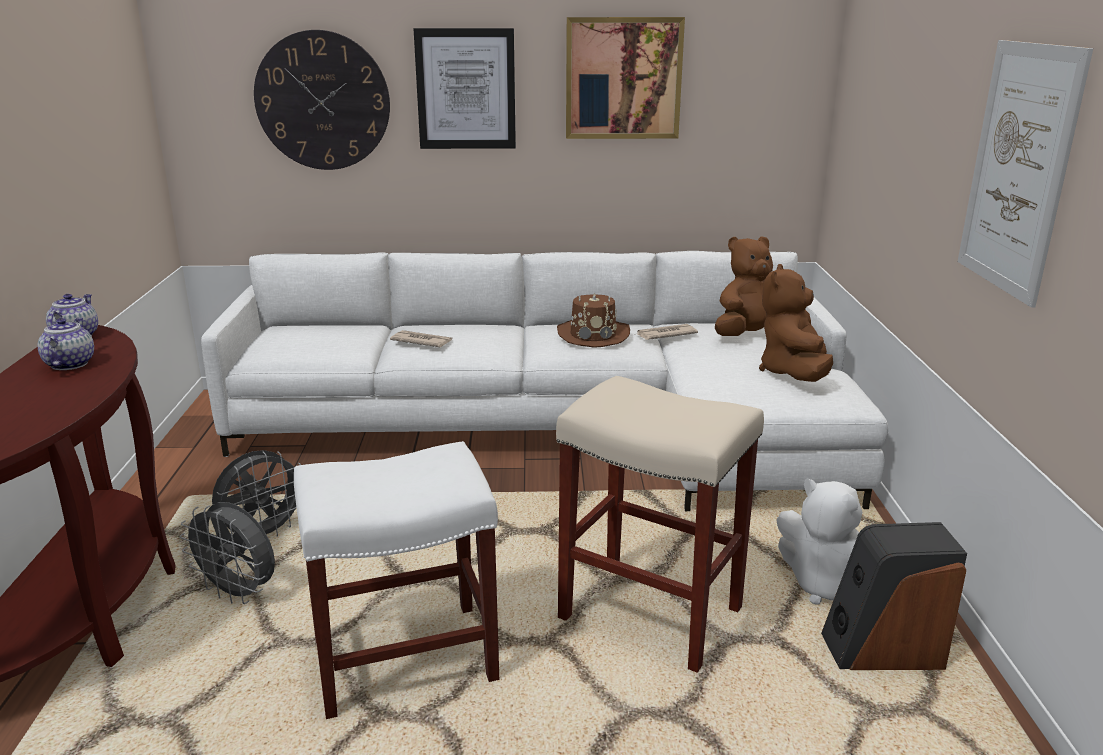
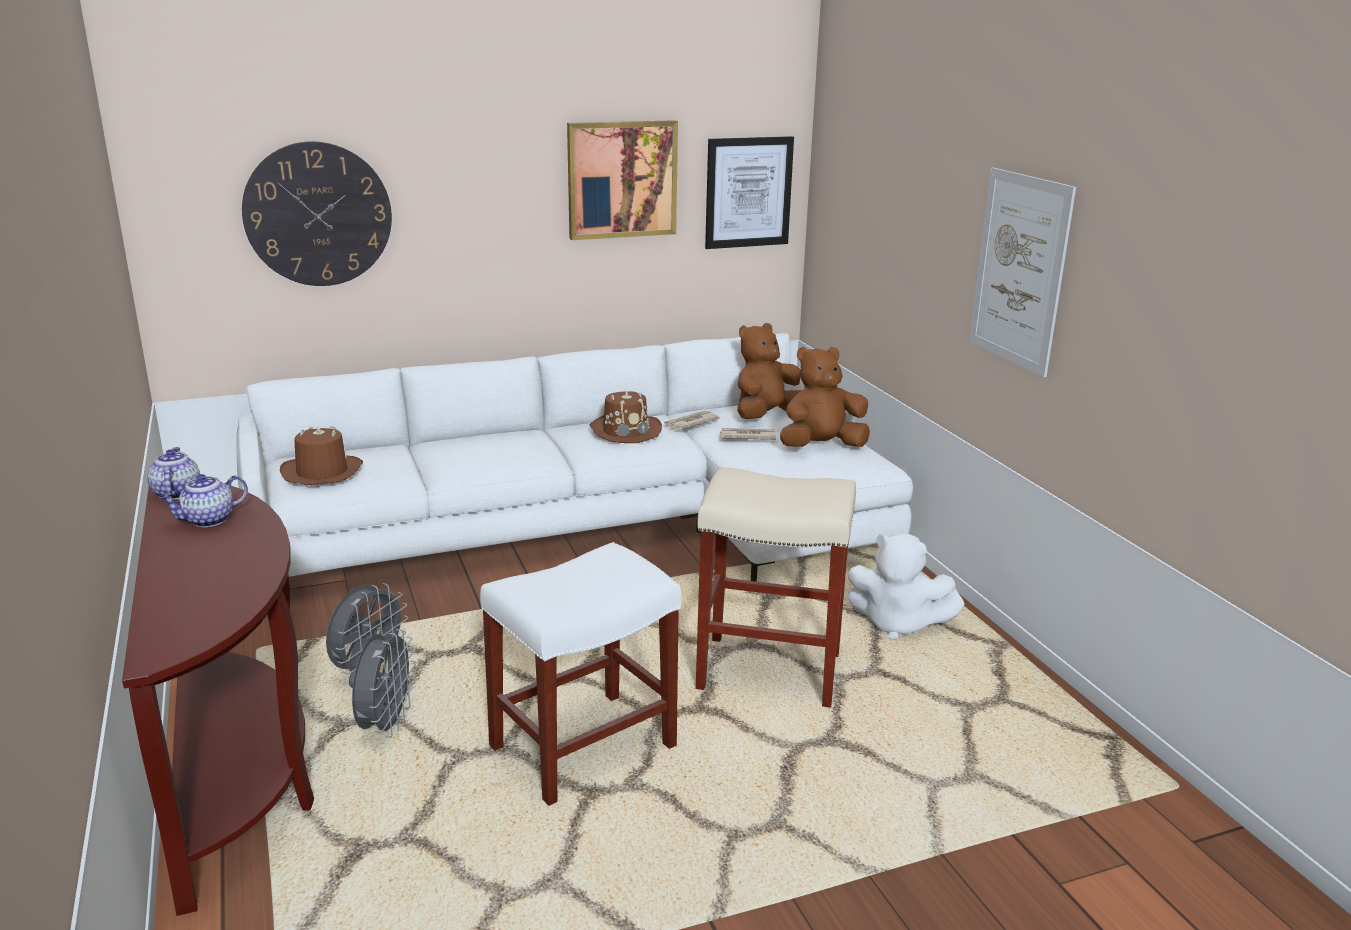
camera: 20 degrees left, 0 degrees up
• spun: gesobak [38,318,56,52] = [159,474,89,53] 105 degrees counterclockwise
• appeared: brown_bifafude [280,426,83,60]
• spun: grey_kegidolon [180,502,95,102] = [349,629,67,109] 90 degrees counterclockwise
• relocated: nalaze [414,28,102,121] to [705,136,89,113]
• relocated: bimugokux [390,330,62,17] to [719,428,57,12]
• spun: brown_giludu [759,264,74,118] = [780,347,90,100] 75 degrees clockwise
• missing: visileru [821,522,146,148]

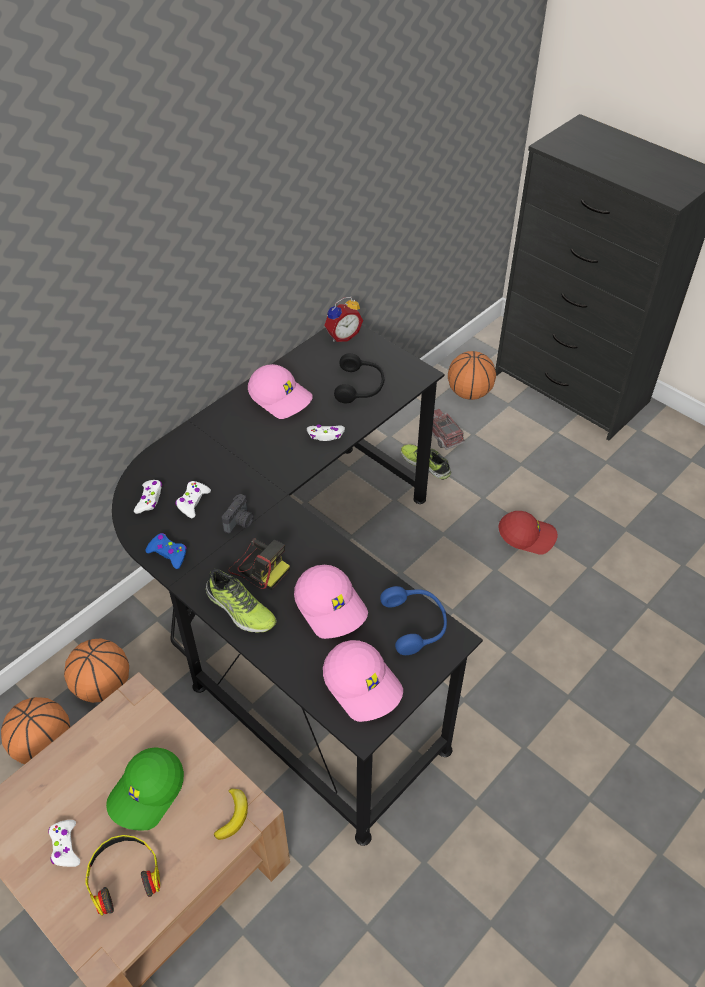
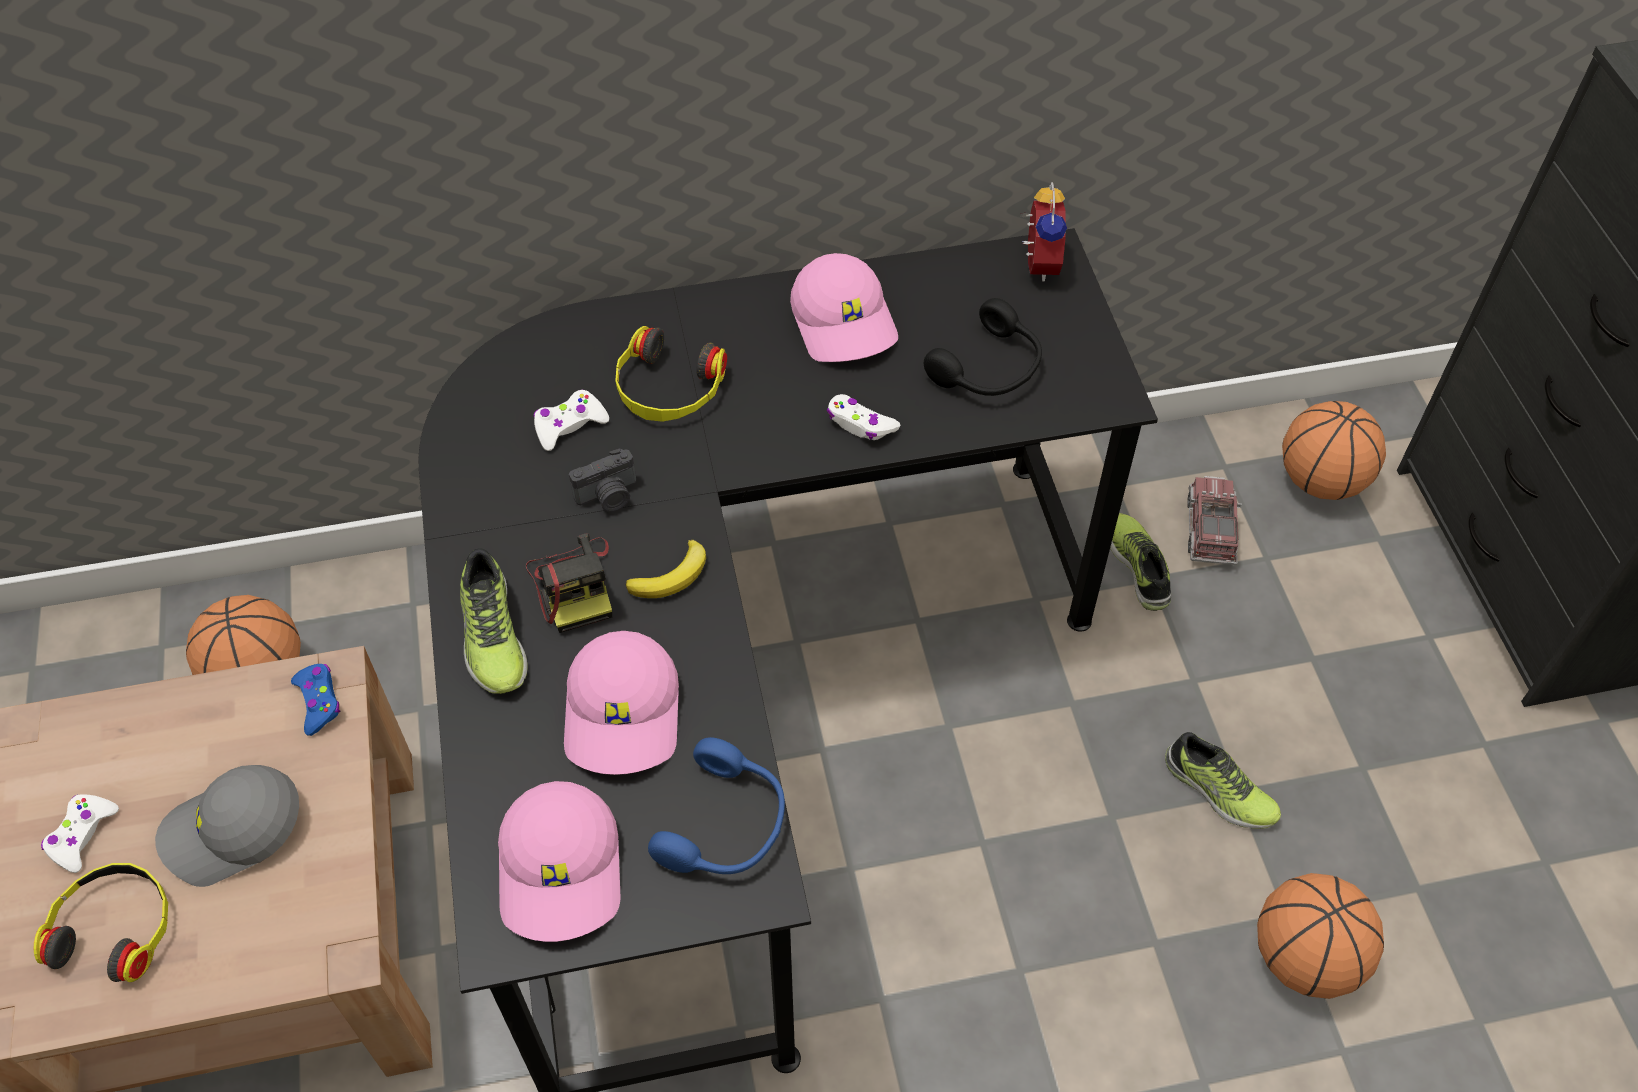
camera: 35 degrees right, 5 degrees up
• colour: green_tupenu [106,747,78,84] to grey_tupenu [155,765,144,122]
• relocated: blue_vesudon [145,533,42,36] to [291,664,49,72]
• appeared: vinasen [616,326,111,96]
• relocated: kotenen [214,789,34,51] to [626,540,80,58]
• spun: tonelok [324,297,39,45] = [1021,182,46,100] 90 degrees counterclockwise
• exchanged: red_tupenu [498,511,60,44] to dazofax [1165,732,116,97]
• relocated: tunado [64,638,65,65] to [1257,873,127,126]
• missing: white_vesudon [134,480,28,34]

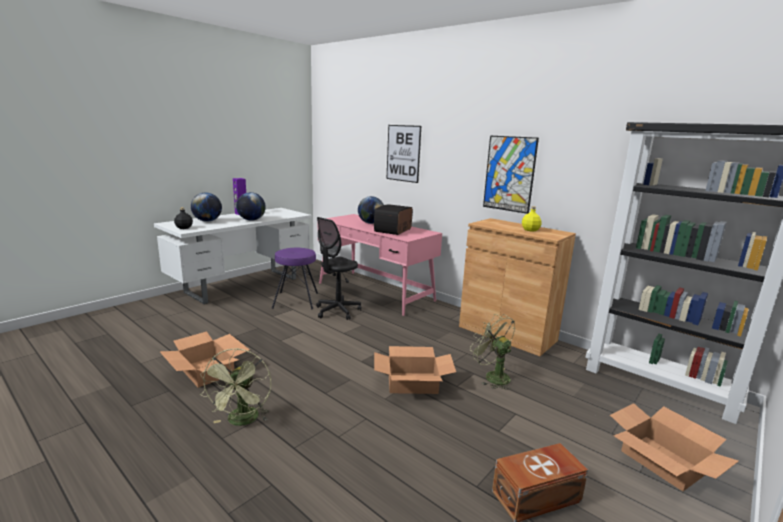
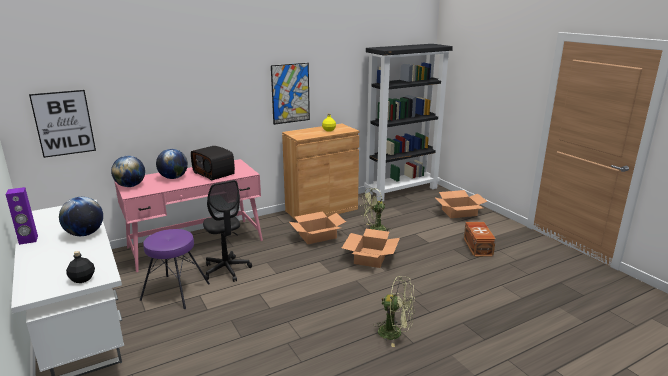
camera: 70 degrees left, 5 degrees up
• relocated: nalaze [387,125,34,58] to [29,90,67,68]
• relocated: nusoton [191,193,31,29] to [111,156,34,31]
• relocated: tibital [159,331,91,57] to [289,211,57,33]

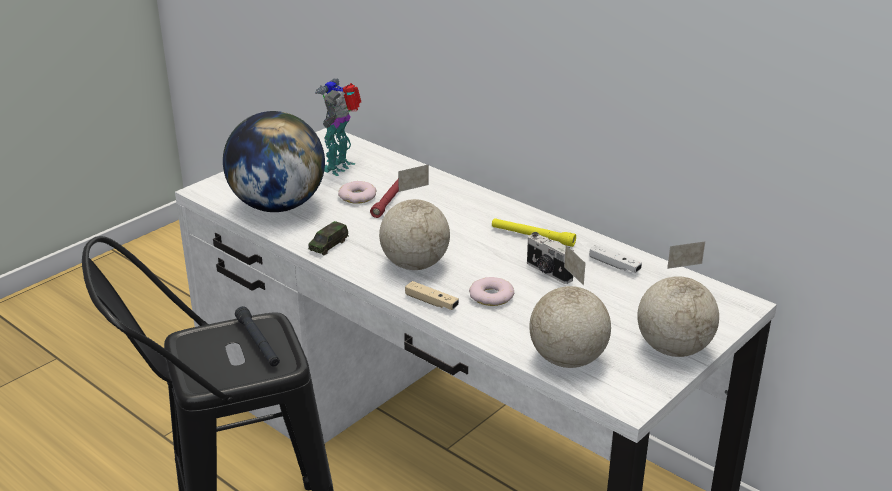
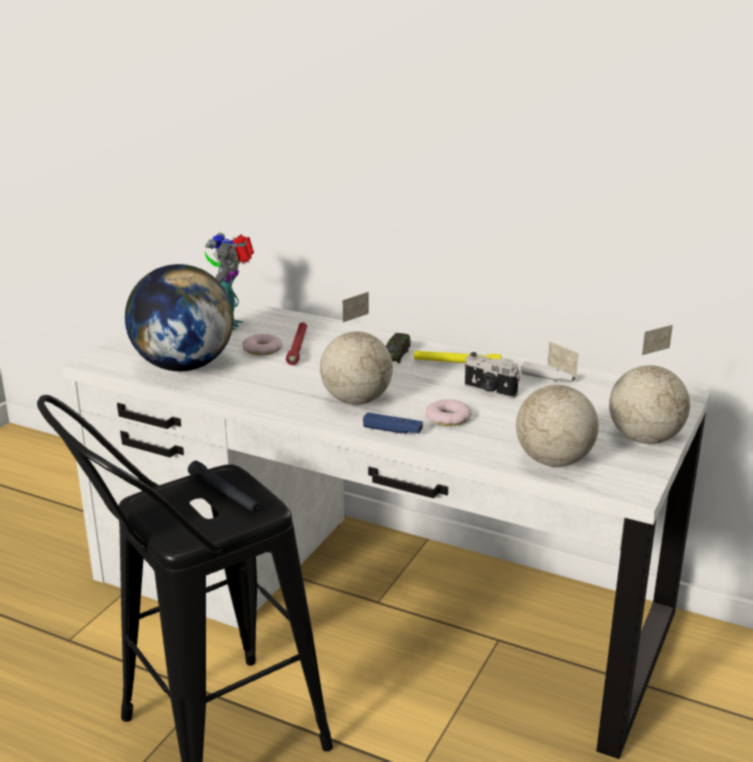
camera: 15 degrees left, 5 degrees down
• colour: beige_vesudon [405,281,54,29] to blue_vesudon [363,412,60,22]
• relocated: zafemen [308,221,41,34] to [386,333,25,30]

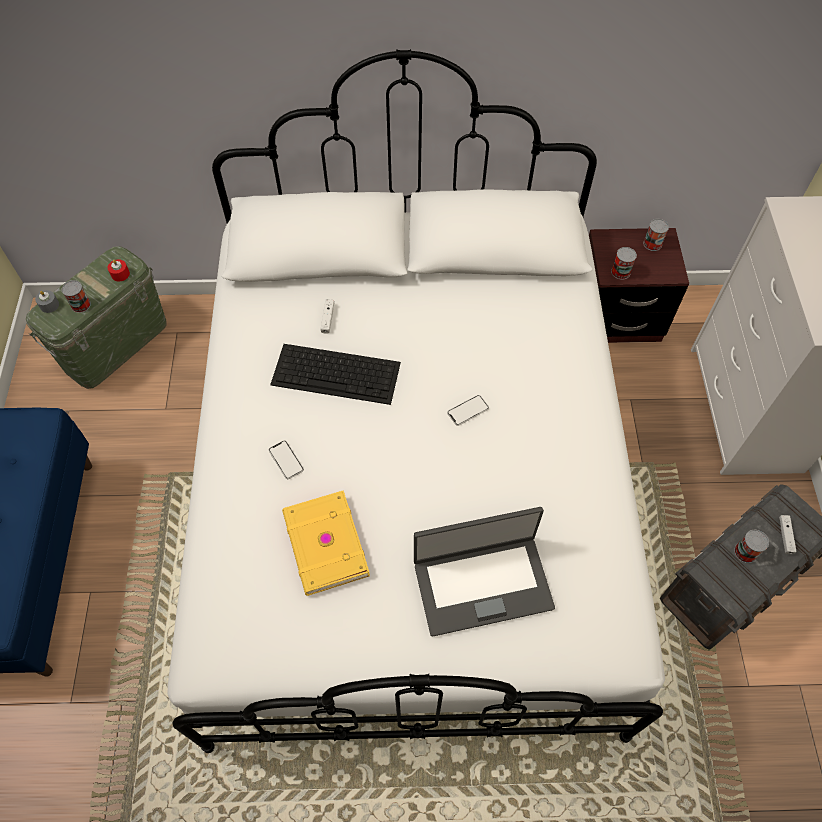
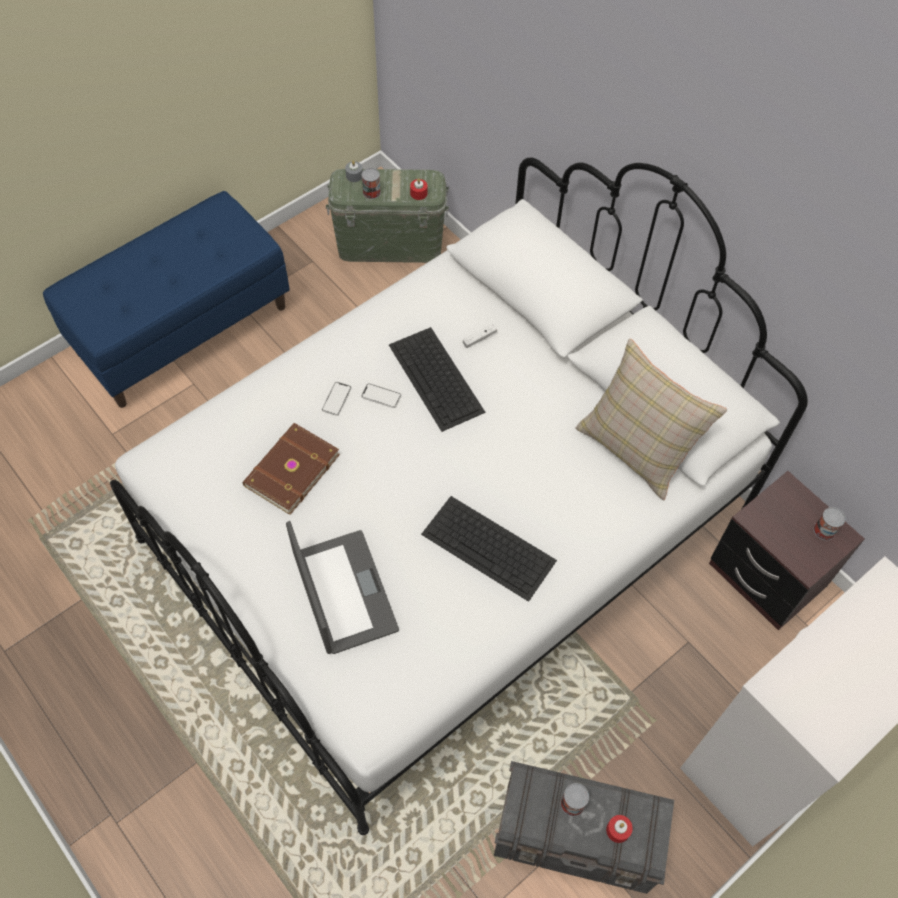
camera: 50 degrees right, 0 degrees up
• colour: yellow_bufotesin [282,490,88,106] to brown_bufotesin [242,423,98,92]
• spun: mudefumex [414,507,141,129] = [286,521,113,133] 150 degrees counterclockwise
• relocated: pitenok [447,395,42,31] to [361,383,40,25]
• appeared: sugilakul [421,496,136,106]
• appeared: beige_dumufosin [576,339,151,161]
• exchanged: white_vesudon [779,515,18,39] to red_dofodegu [606,815,27,28]
• missing: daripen [611,247,26,33]

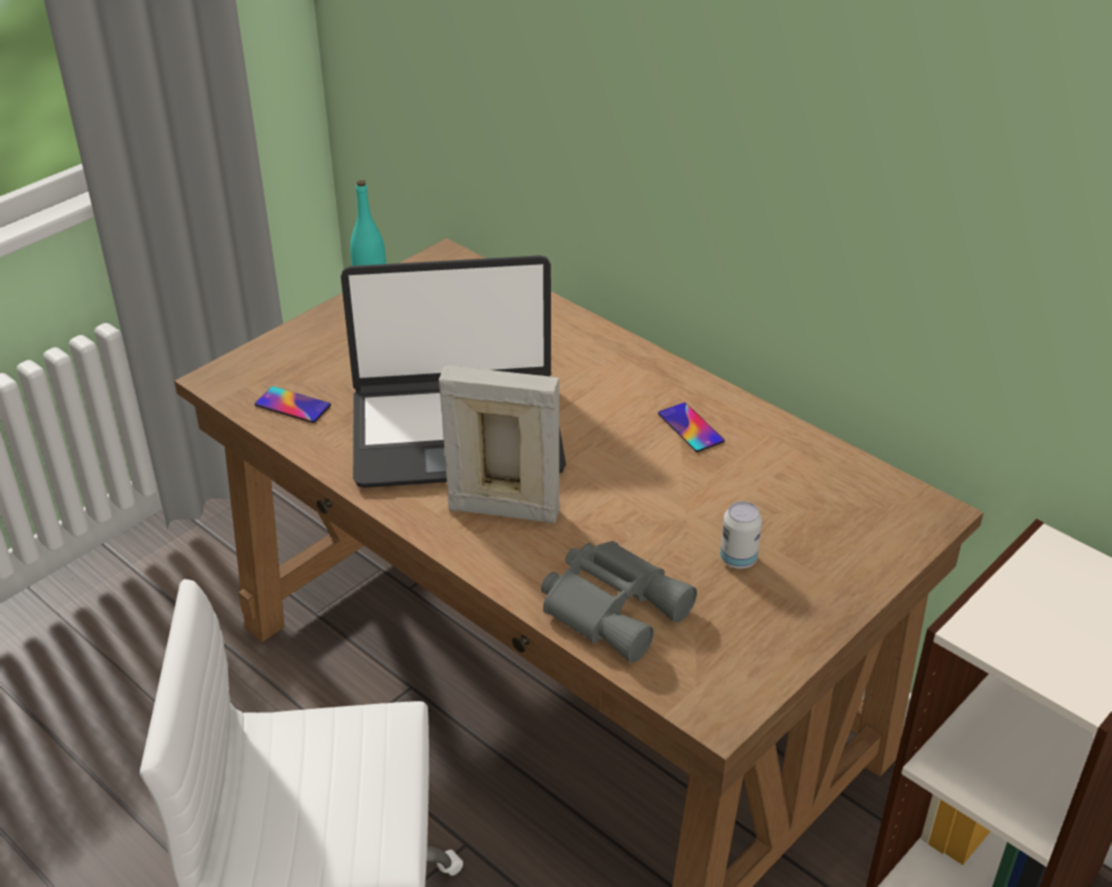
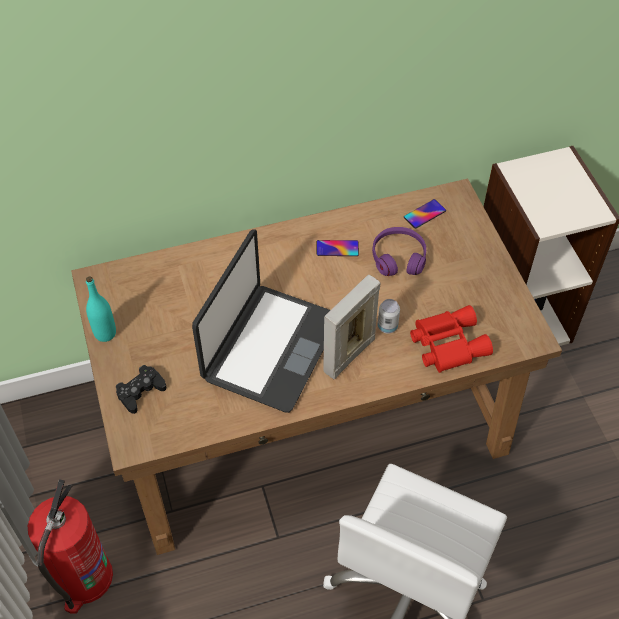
camera: 60 degrees left, 15 degrees up
• appeared: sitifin [28,479,85,135]
• appeared: black_vesudon [116,365,50,49]
• appeared: purple_vinasen [372,227,54,49]
• relocated: daripen [720,501,42,68] to [378,299,22,35]
• relocated: pitenok [255,386,76,37] to [404,199,42,30]
• colour: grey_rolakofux [541,541,156,122] to red_rolakofux [410,305,83,68]

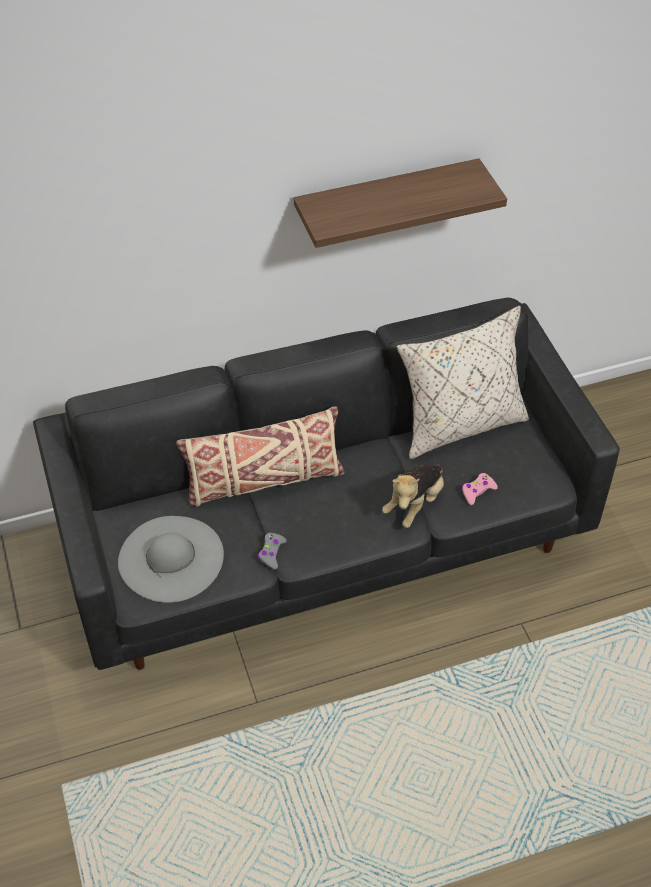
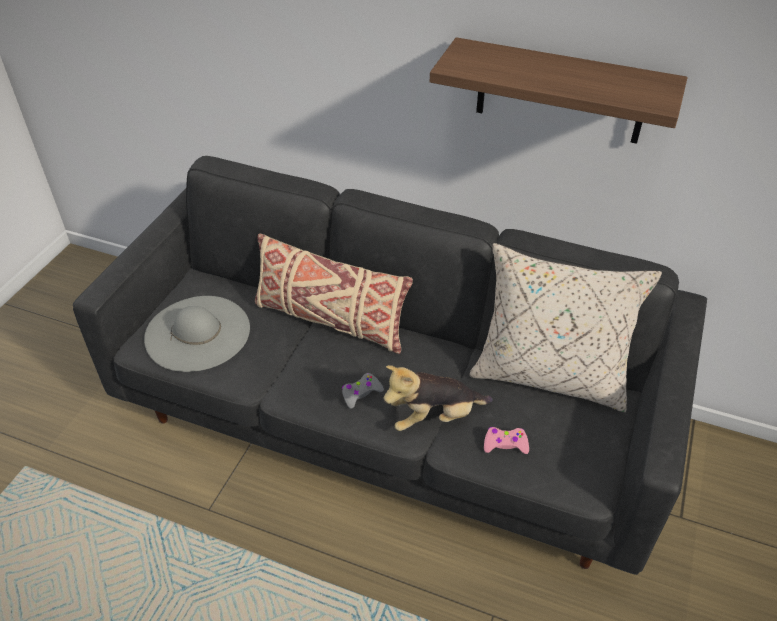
camera: 40 degrees right, 5 degrees down
• relocated: grey_vesudon [258,533,29,37] to [342,373,42,36]

